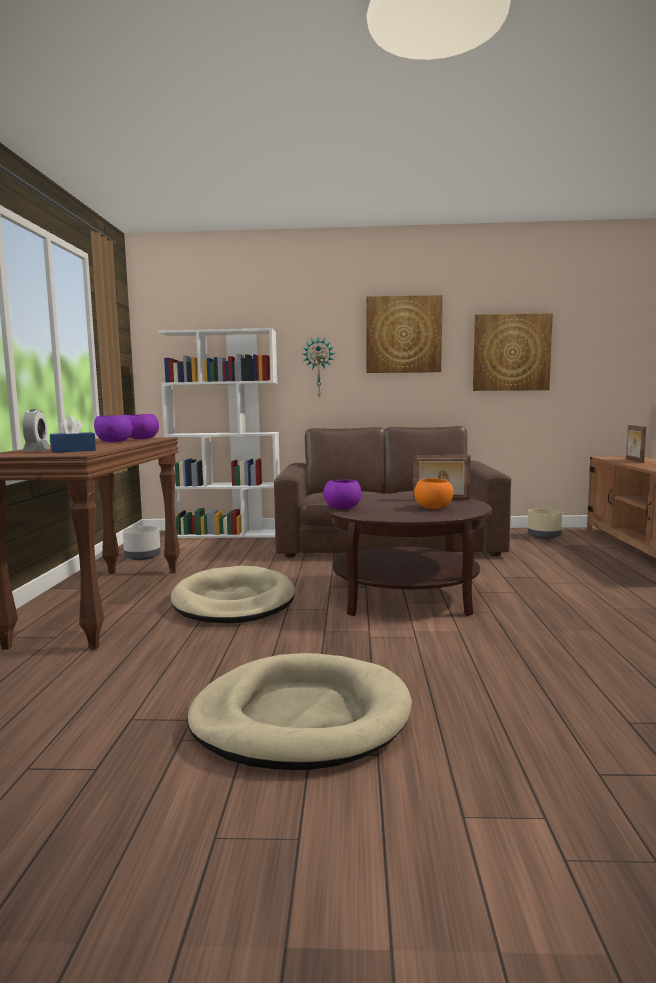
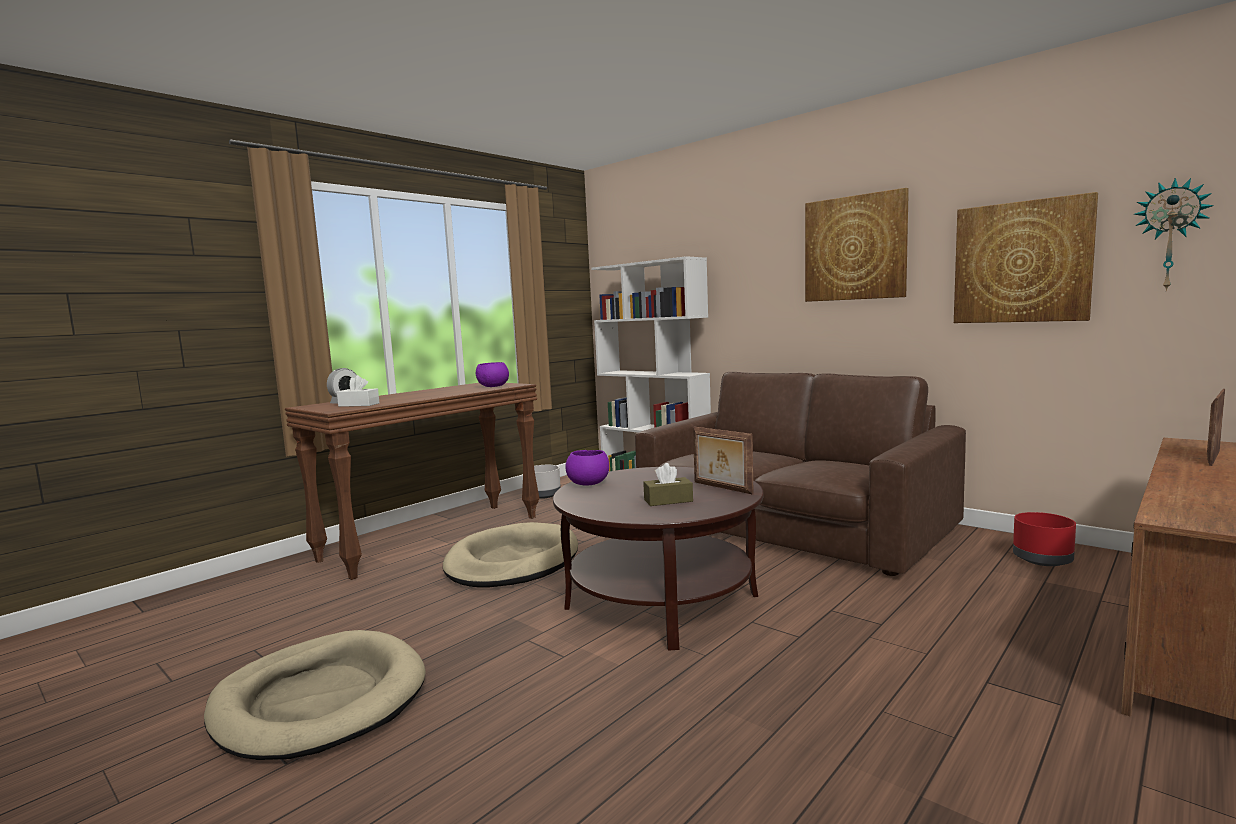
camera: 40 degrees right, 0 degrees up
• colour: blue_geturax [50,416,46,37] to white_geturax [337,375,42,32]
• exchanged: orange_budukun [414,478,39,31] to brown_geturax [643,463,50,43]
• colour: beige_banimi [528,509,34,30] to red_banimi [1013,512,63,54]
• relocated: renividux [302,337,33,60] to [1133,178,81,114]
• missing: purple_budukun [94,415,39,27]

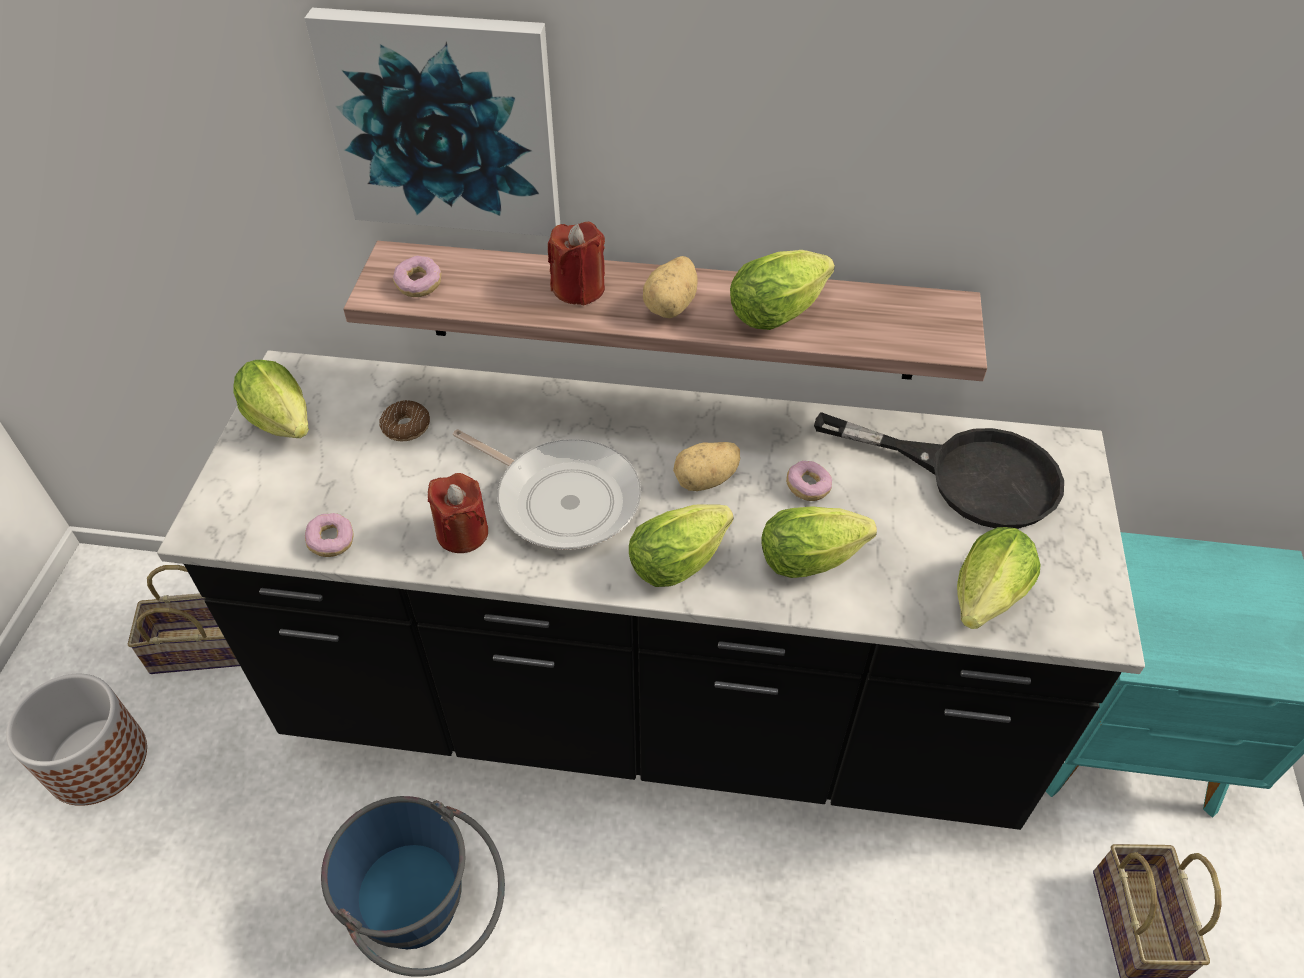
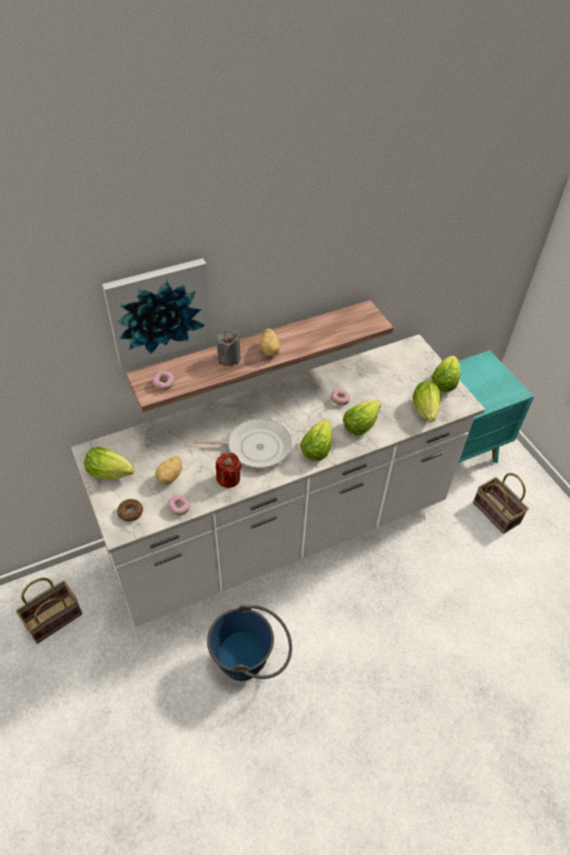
camera: 35 degrees left, 0 degrees up
• colour: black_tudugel [157,350,988,480] to white_tudugel [71,334,414,294]
• relocated: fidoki [379,400,51,41] to [117,499,26,23]
• relocated: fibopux [673,442,67,49] to [155,456,27,29]
• colour: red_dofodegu [548,222,57,83] to grey_dofodegu [217,329,24,37]
• relocated: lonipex [730,250,105,80] to [432,356,28,36]
• missing: banimi [6,674,141,132]
• missing: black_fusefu [814,412,250,117]

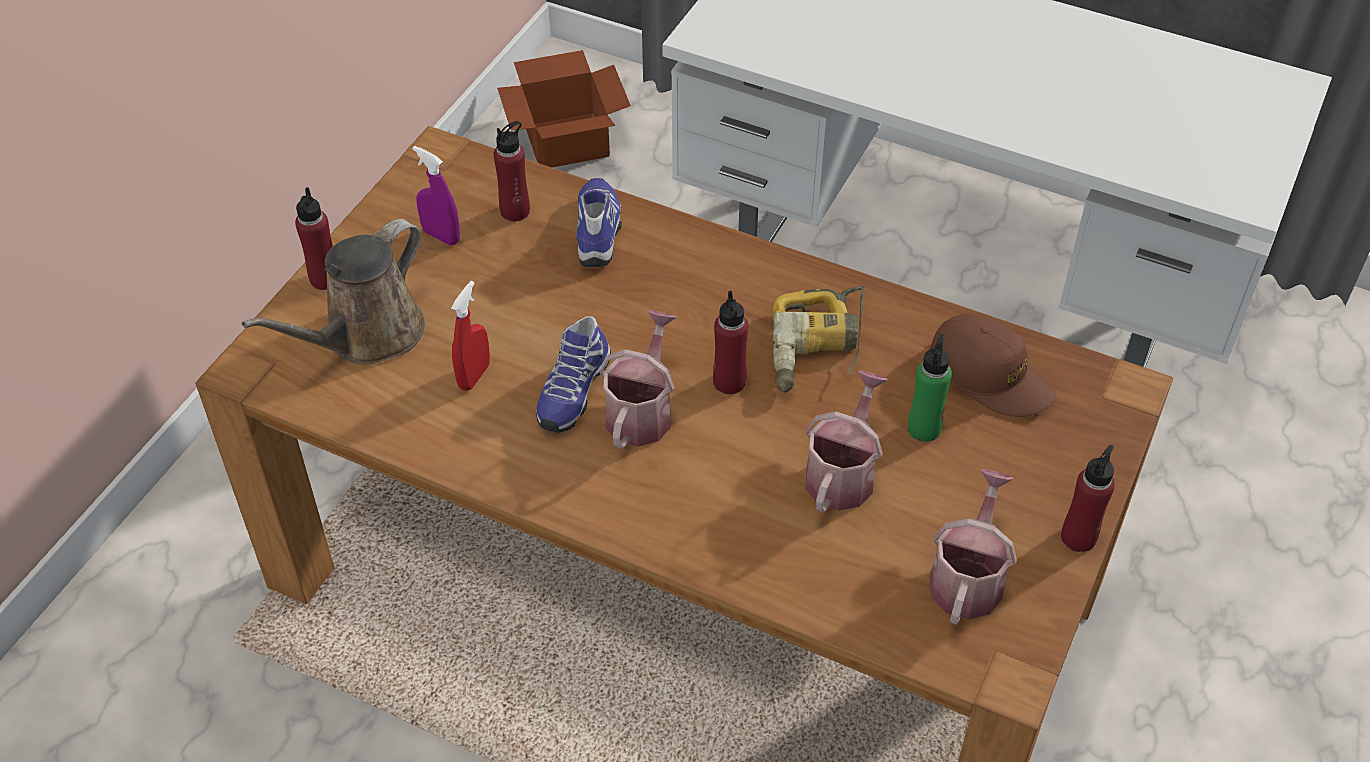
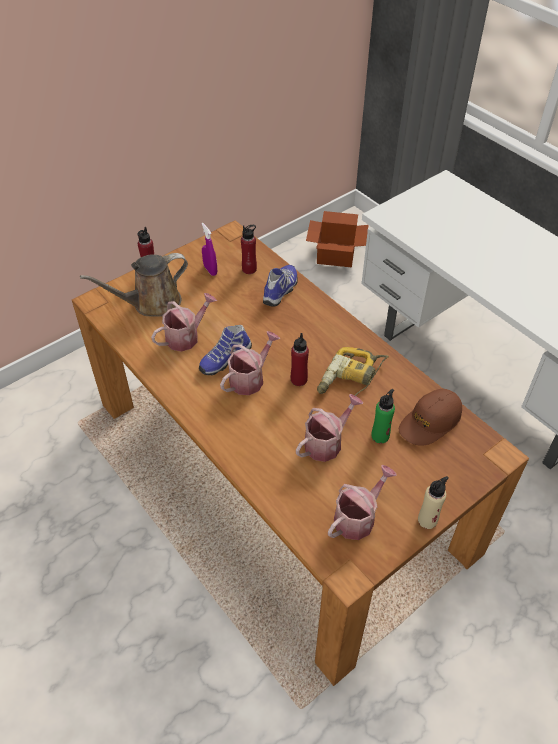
camera: 25 degrees right, 0 degrees up
• exchanged: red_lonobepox [451,281,39,110] to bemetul [151,293,66,59]
• spun: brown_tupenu [930,314,126,103] = [399,389,63,57] 75 degrees clockwise
• colour: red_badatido [1061,445,54,107] to beige_badatido [418,476,31,53]

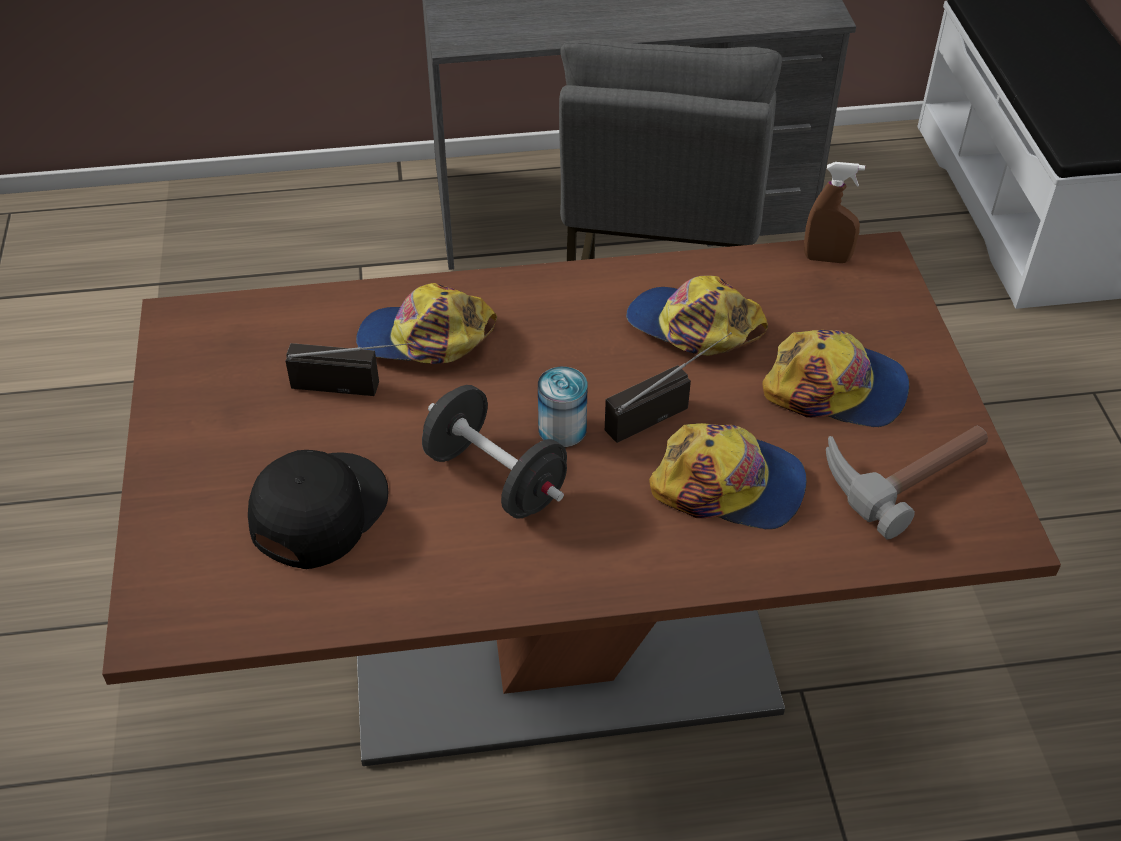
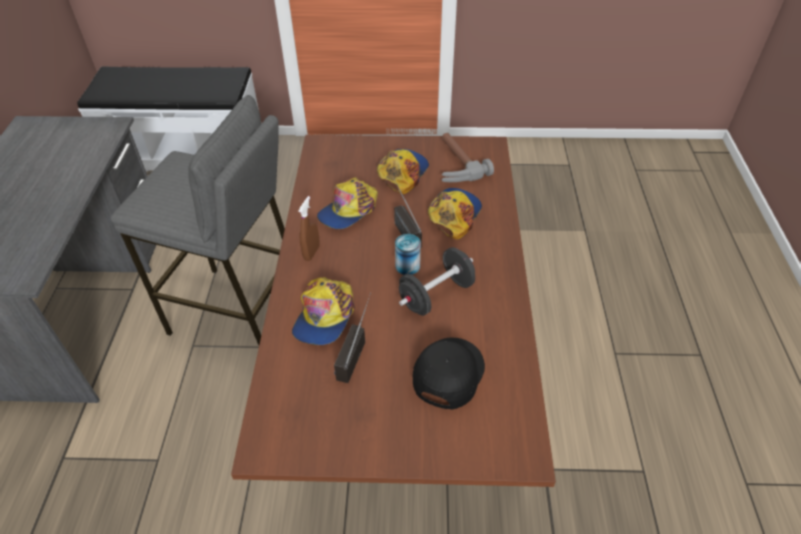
camera: 80 degrees left, 0 degrees up
• relocated: brown_lonobepox [804,162,61,101] to [298,196,22,65]
• spun: black_tupenu [248,450,141,119] = [413,338,72,71] 75 degrees clockwise

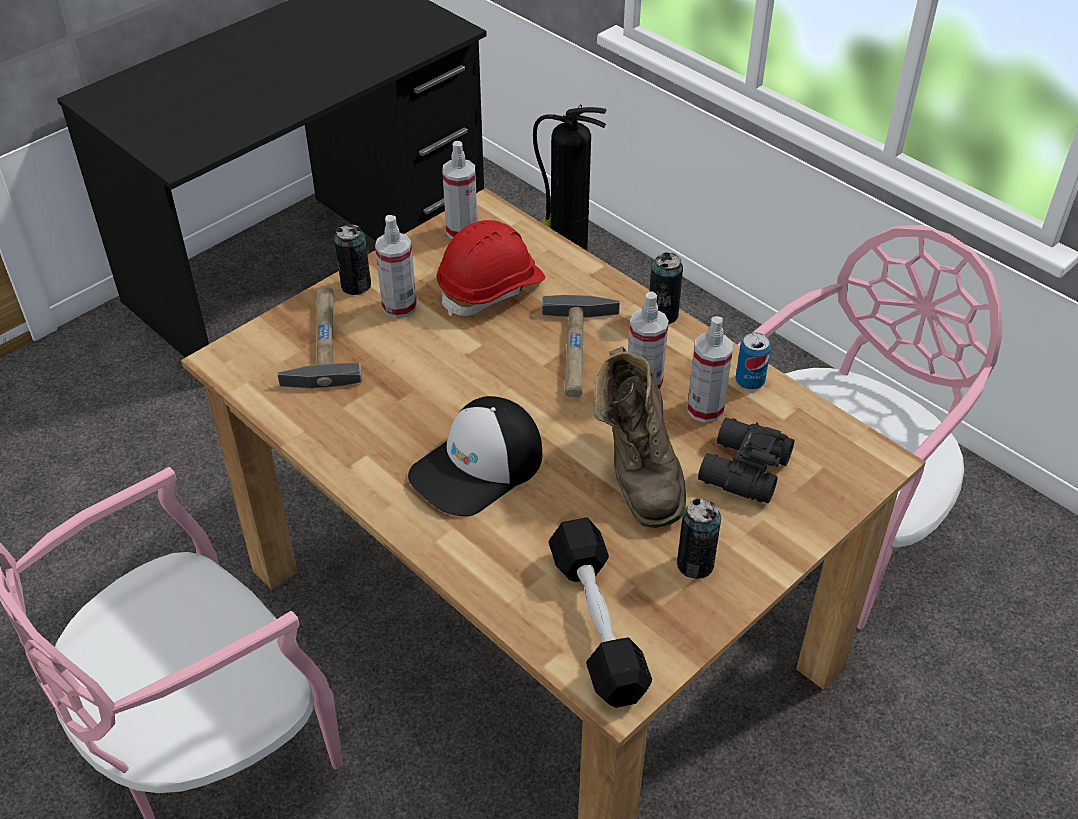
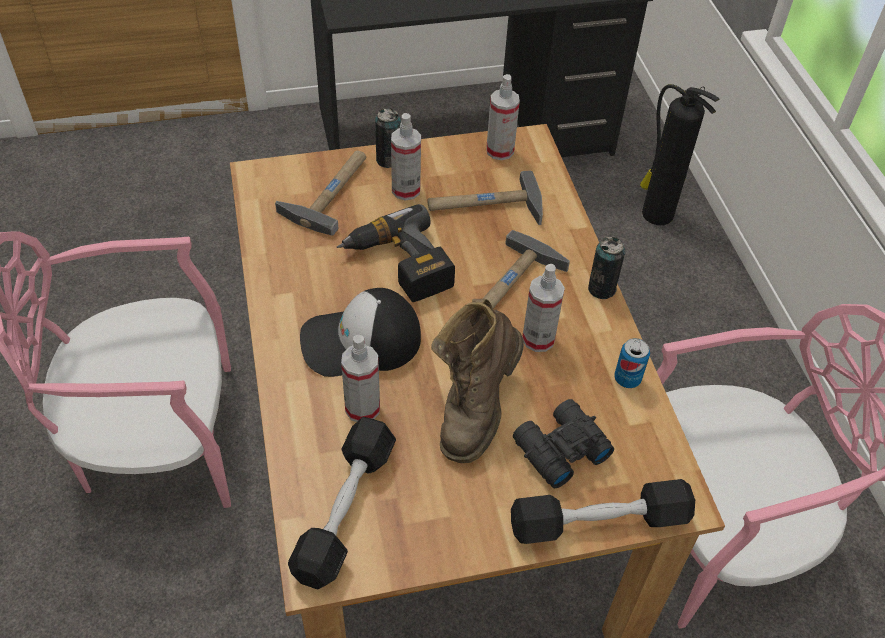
camera: 30 degrees right, 5 degrees up
• appeared: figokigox [337,204,118,98]
• relocated: lonobepox [687,316,46,107] to [341,335,39,87]
• exchanged: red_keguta [437,220,108,96] to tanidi [427,170,116,55]
• appeared: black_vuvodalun [511,479,184,65]
• missing: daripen [677,498,44,81]

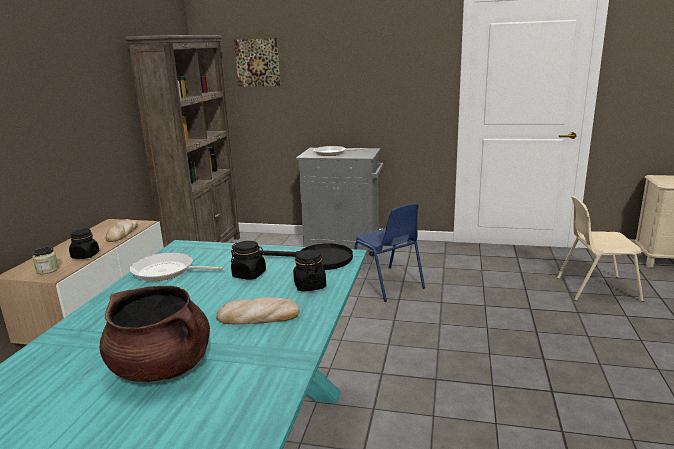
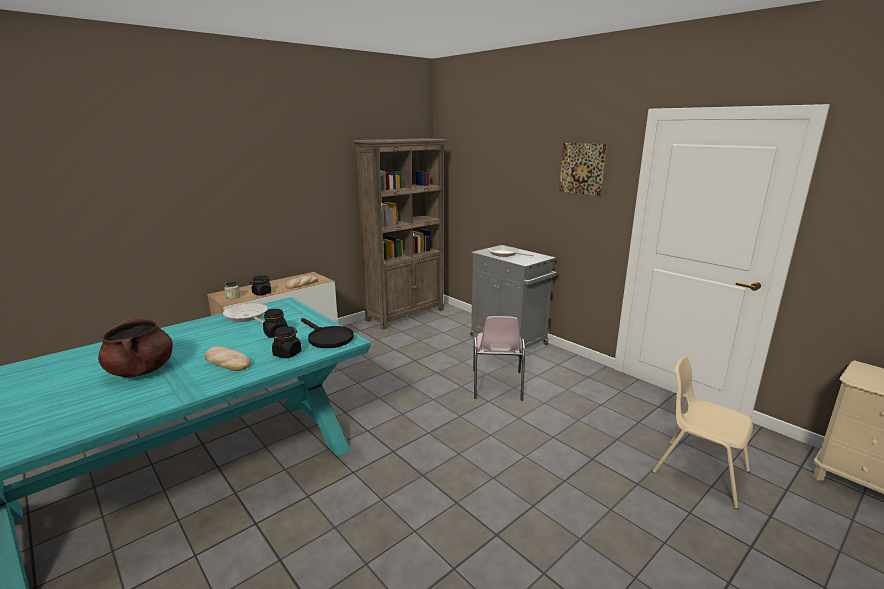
camera: 35 degrees right, 0 degrees up
• colour: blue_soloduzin [354,203,71,99] to pink_soloduzin [473,316,52,85]
• relocated: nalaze [234,38,46,49] to [559,143,48,53]

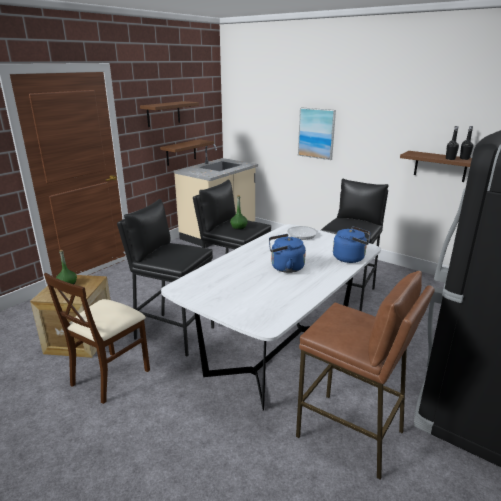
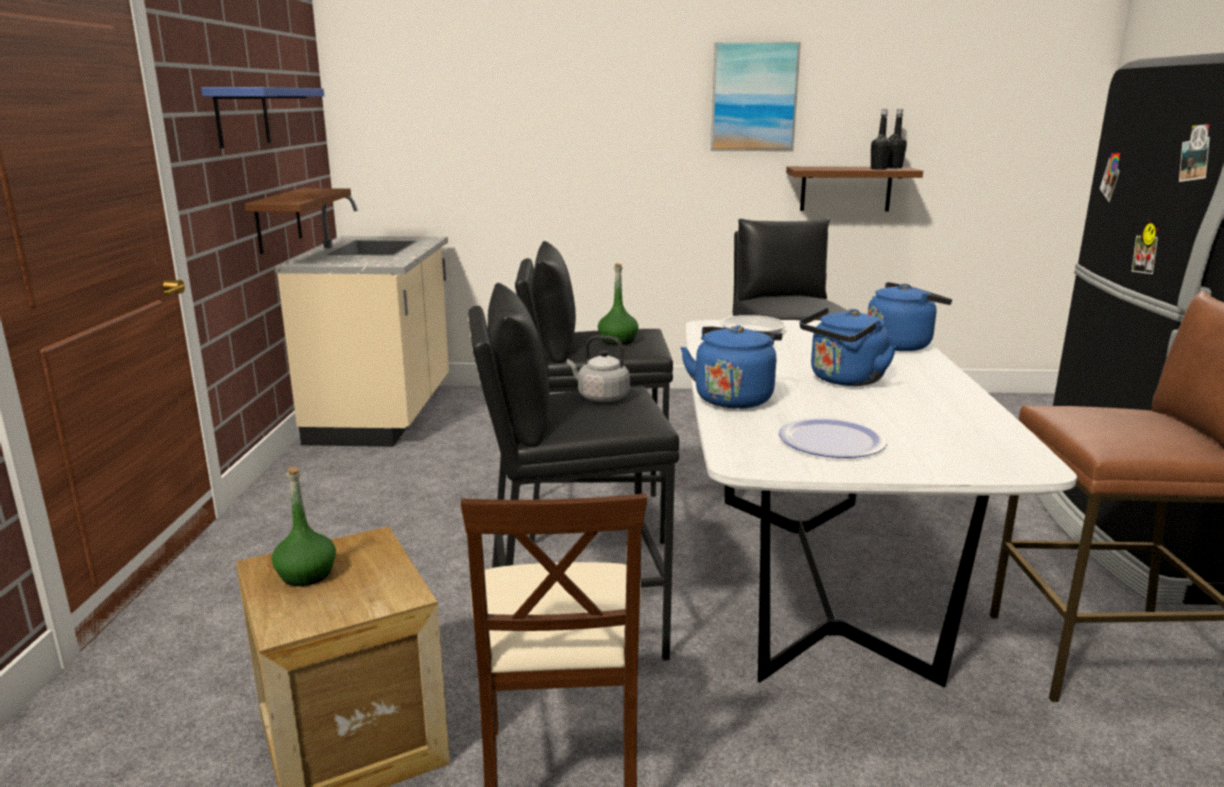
camera: 35 degrees left, 5 degrees down
• colour: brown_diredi [140,101,59,26] to blue_diredi [201,87,123,62]
• appeared: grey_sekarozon [567,335,63,67]
• appeared: blue_sekarozon [680,325,102,84]
• relocated: nalaze [298,108,38,52] to [711,41,90,110]
• appeared: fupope [779,418,108,40]

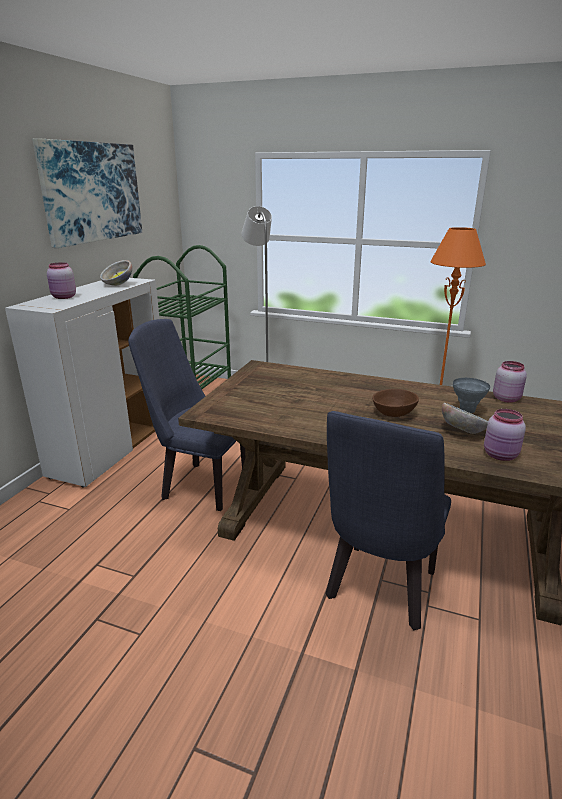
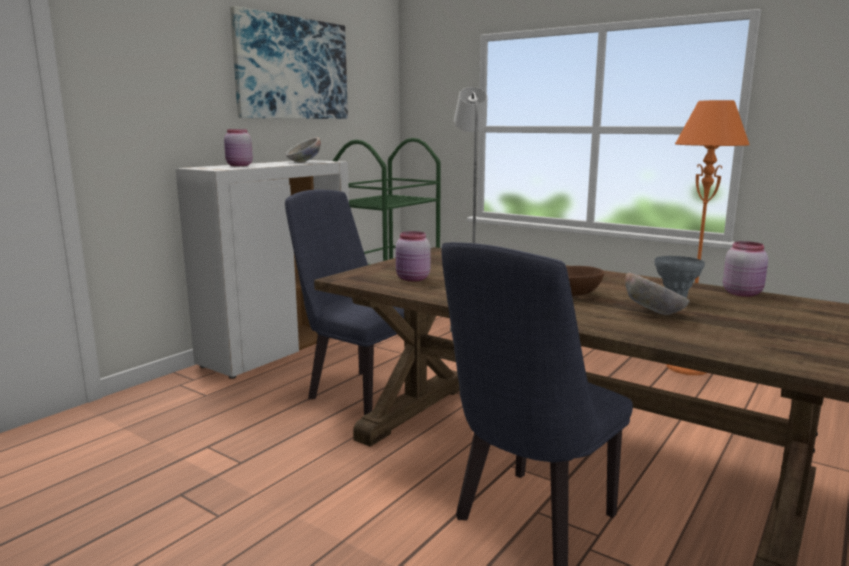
camera: 15 degrees right, 10 degrees down
• relocated: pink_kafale [484,409,42,52] to [396,231,34,51]

